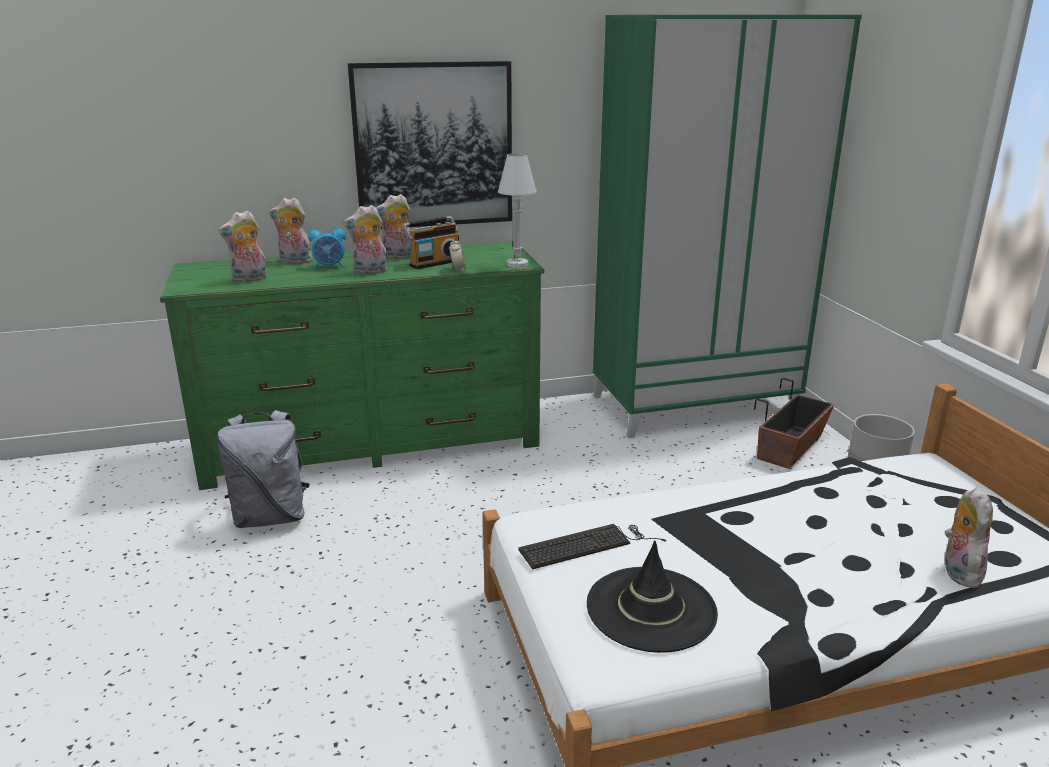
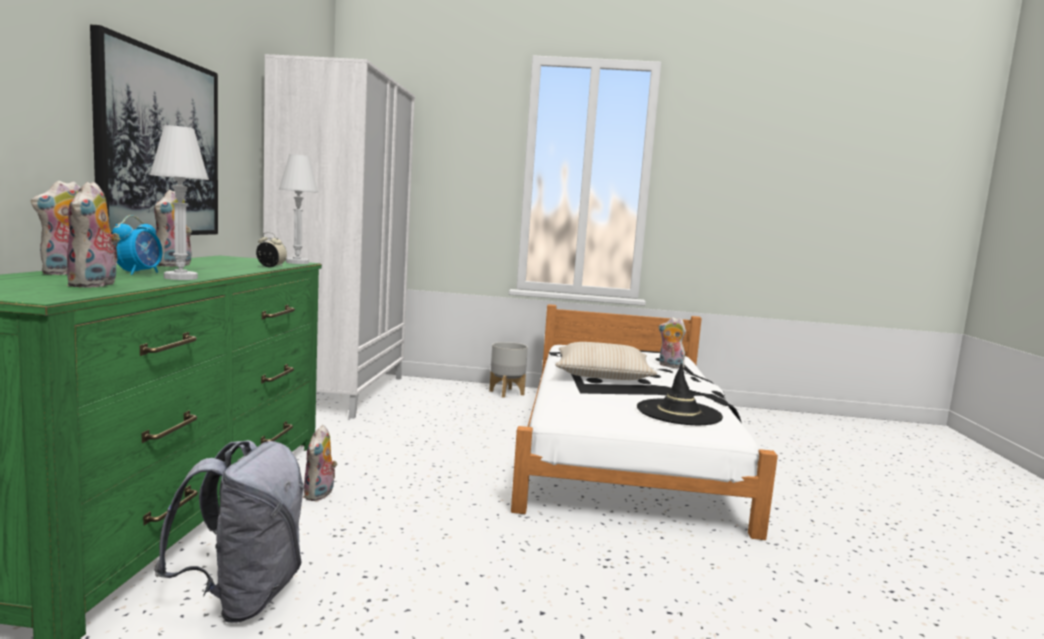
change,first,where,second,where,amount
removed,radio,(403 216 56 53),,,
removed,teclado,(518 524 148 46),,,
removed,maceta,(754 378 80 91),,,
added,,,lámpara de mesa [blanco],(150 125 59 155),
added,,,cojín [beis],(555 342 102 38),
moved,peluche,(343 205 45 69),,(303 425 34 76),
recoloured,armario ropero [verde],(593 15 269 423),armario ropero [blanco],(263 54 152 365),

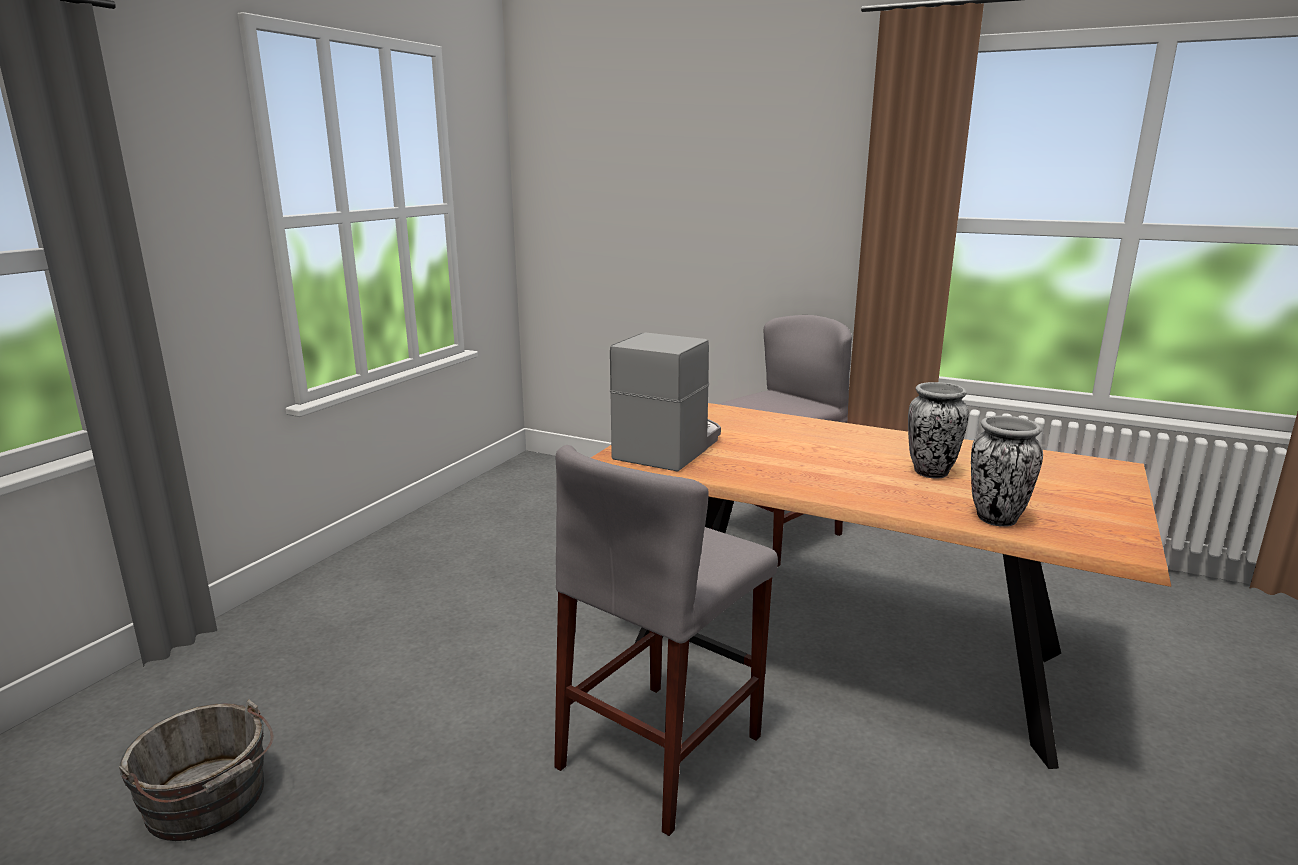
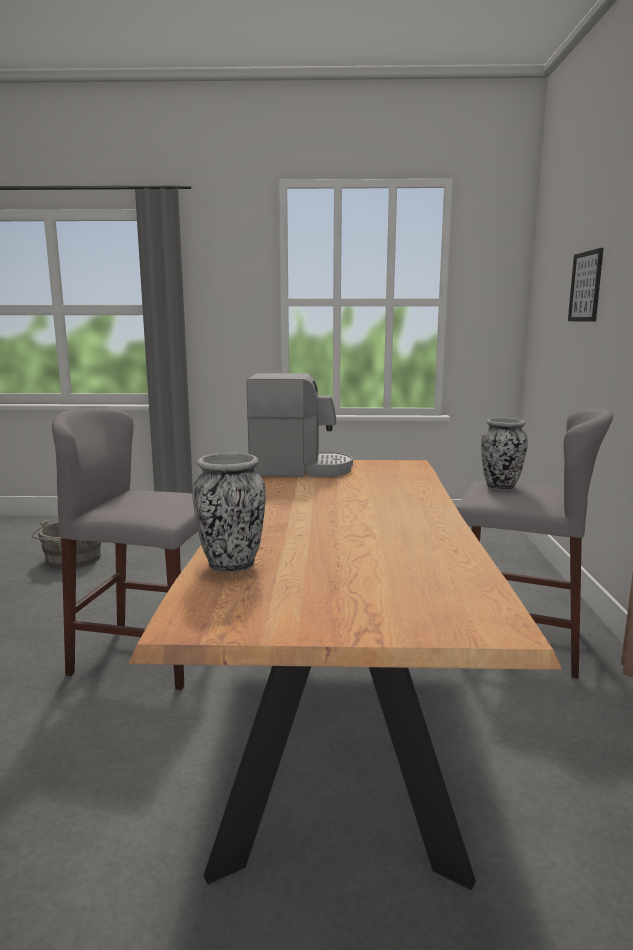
change,first,where,second,where,amount
added,,,cuadro,(568 248 36 74),
moved,florero,(908 382 61 97),,(481 418 47 72),

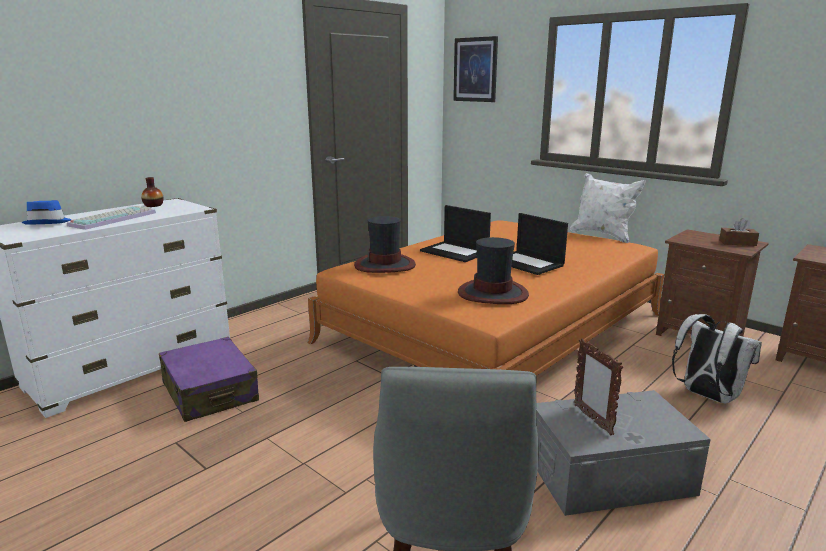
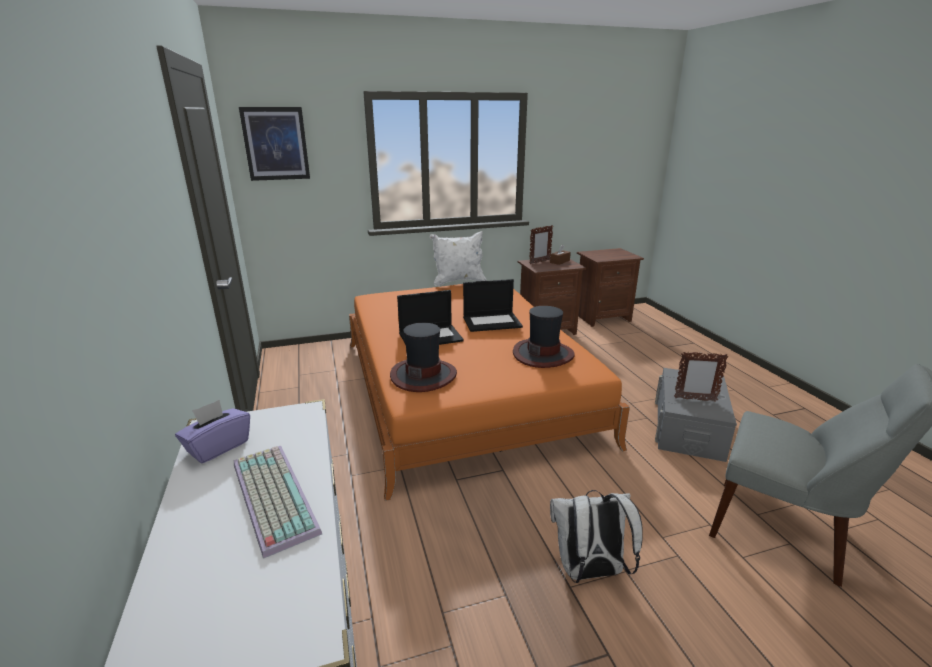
change,first,where,second,where,amount
removed,sombrero [azul],(22 200 49 25),,,
removed,maleta [morado],(159 337 100 85),,,
added,,,portarretratos,(529 225 24 39),
moved,mochila [blanco],(672 314 90 90),,(550 490 93 93),
replaced,florero,(141 177 22 30),caja de pañuelos [morado],(175 400 75 63),

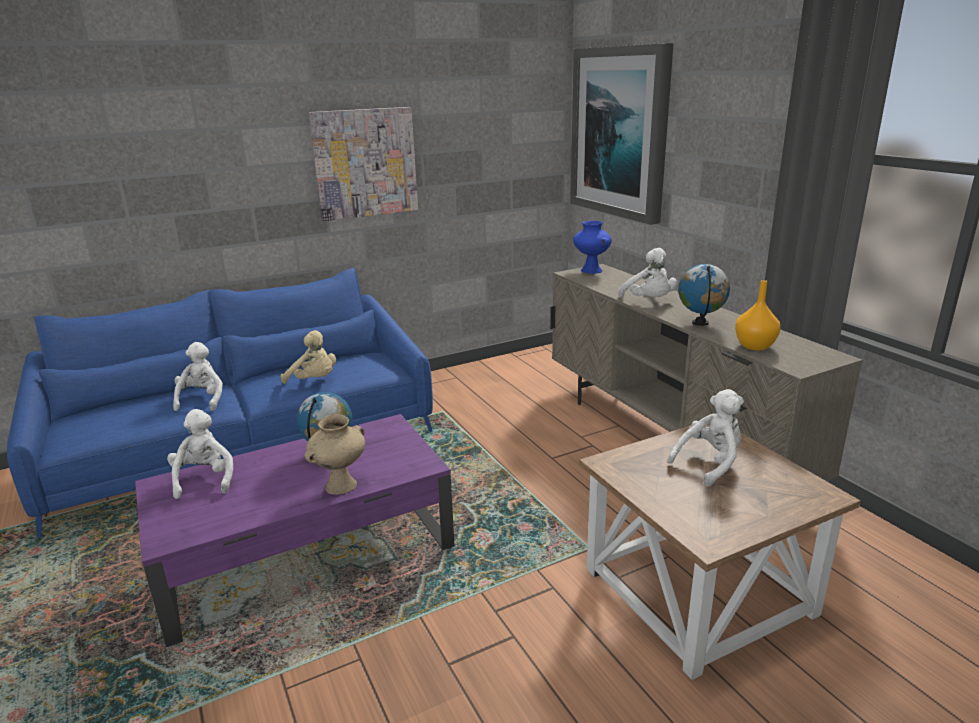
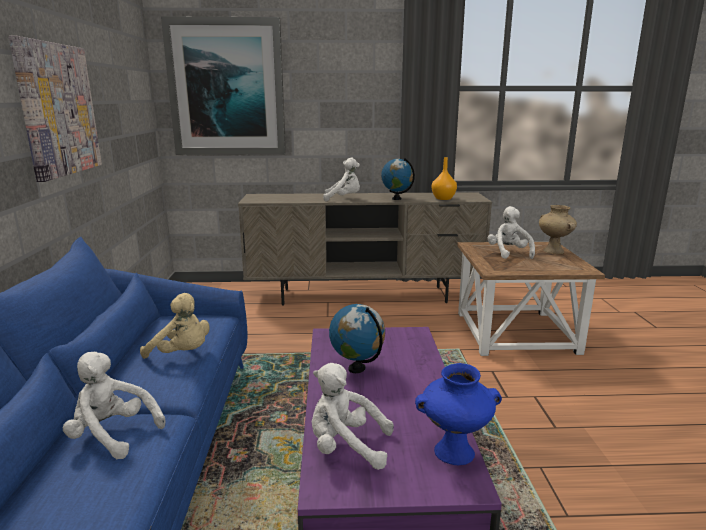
change,first,where,second,where,amount
moved,florero [beis],(304 414 61 81),,(539 205 38 49),
moved,florero [azul],(573 221 39 53),,(415 363 87 102),
turned,peluche [beis],(281 330 55 54),,(140 293 70 66),60 degrees clockwise

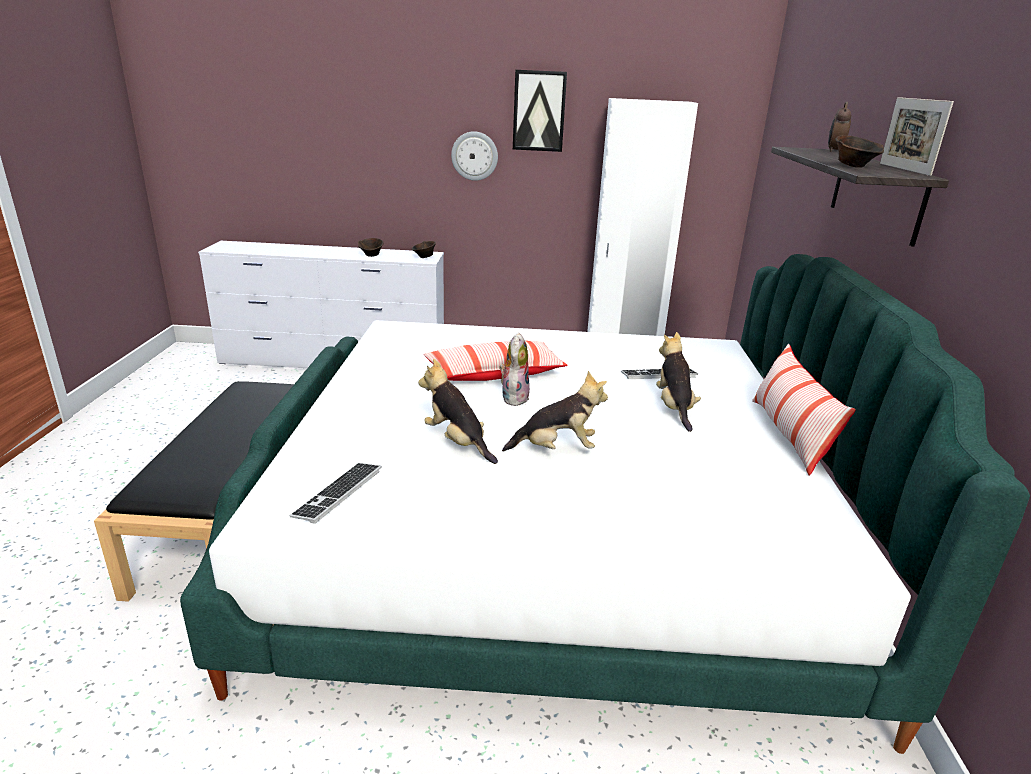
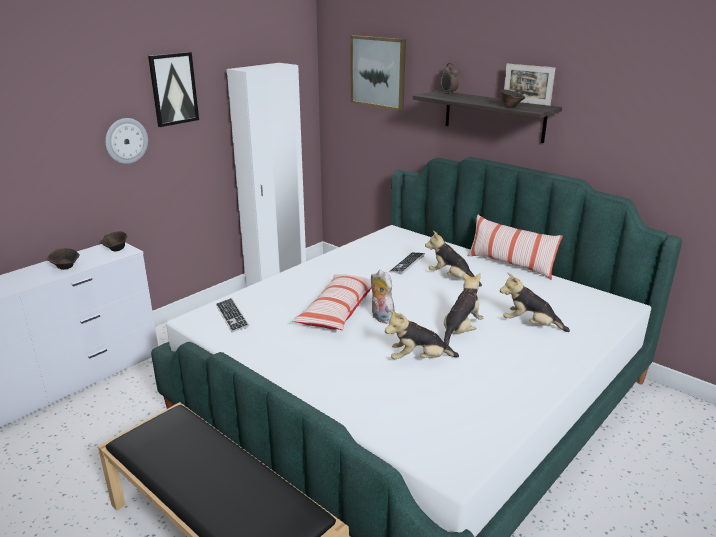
change,first,where,second,where,amount
added,,,cuadro,(350 35 56 76),
added,,,peluche,(500 273 70 59),
moved,teclado,(289 463 93 61),,(216 298 33 35),

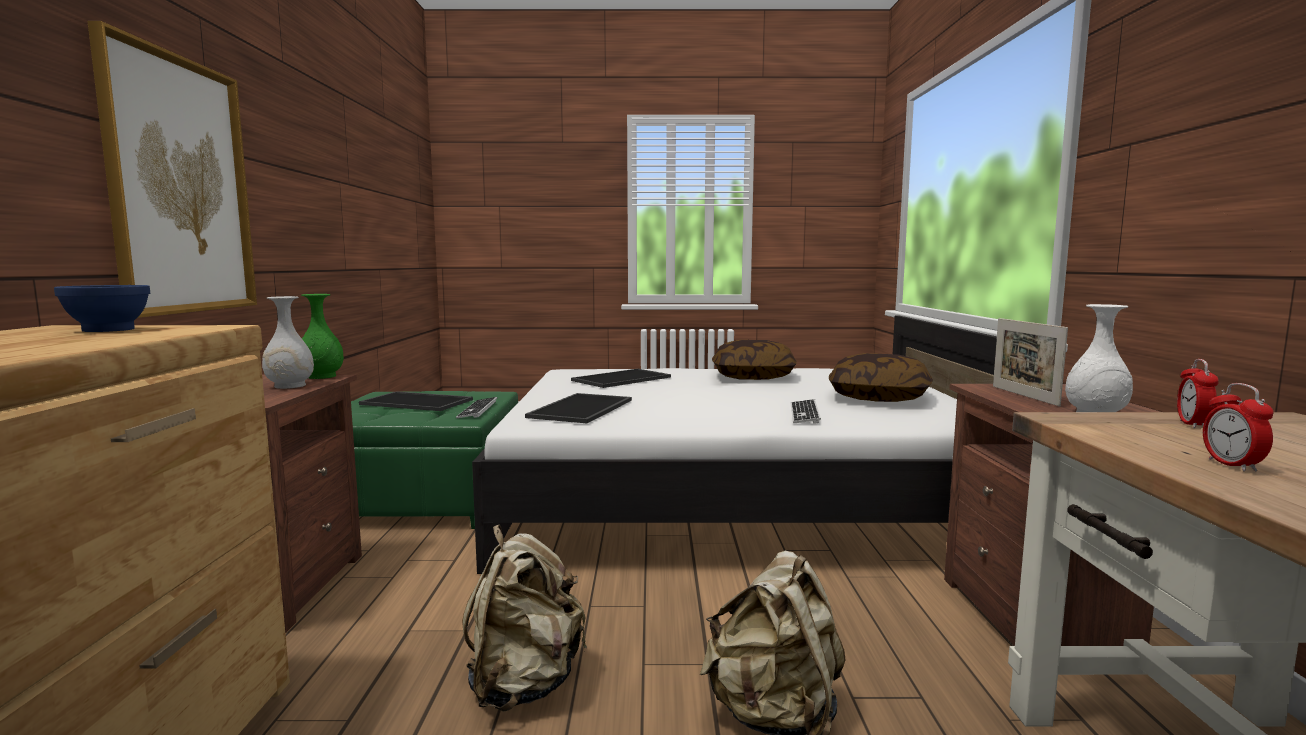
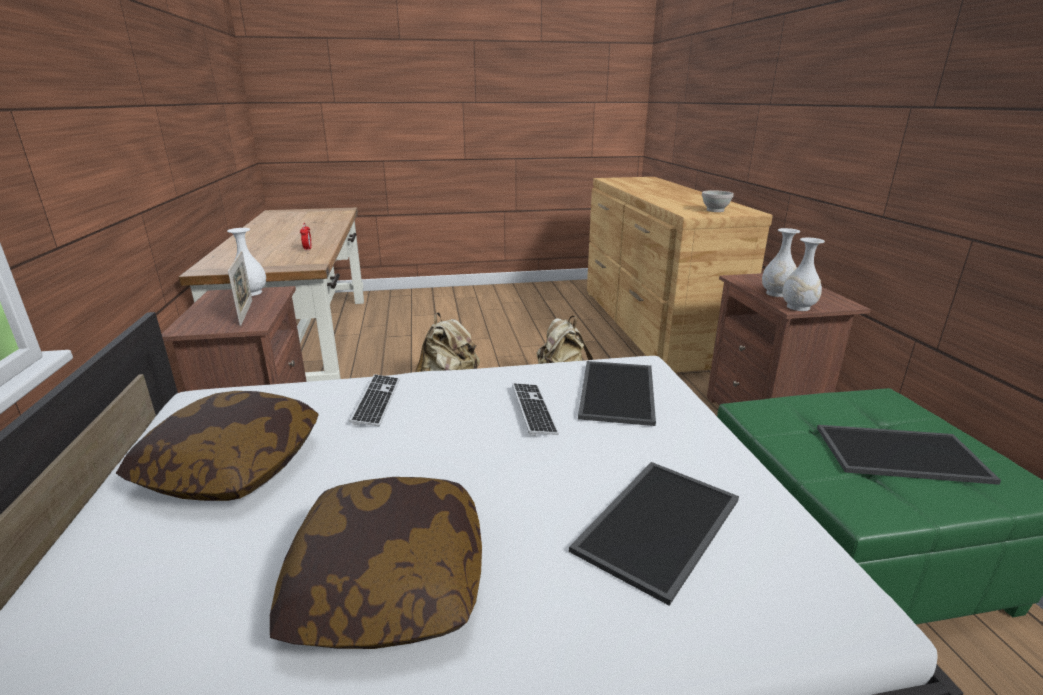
change,first,where,second,where,amount
removed,cuadro,(87 21 170 297),,,
removed,despertador,(1177 359 42 69),,,
moved,teclado,(456 397 41 21),,(512 383 47 53),
recoloured,cuenco [azul],(54 285 96 47),cuenco [blanco],(702 190 32 22),
recoloured,florero [verde],(301 294 43 85),florero [blanco],(782 237 43 74),

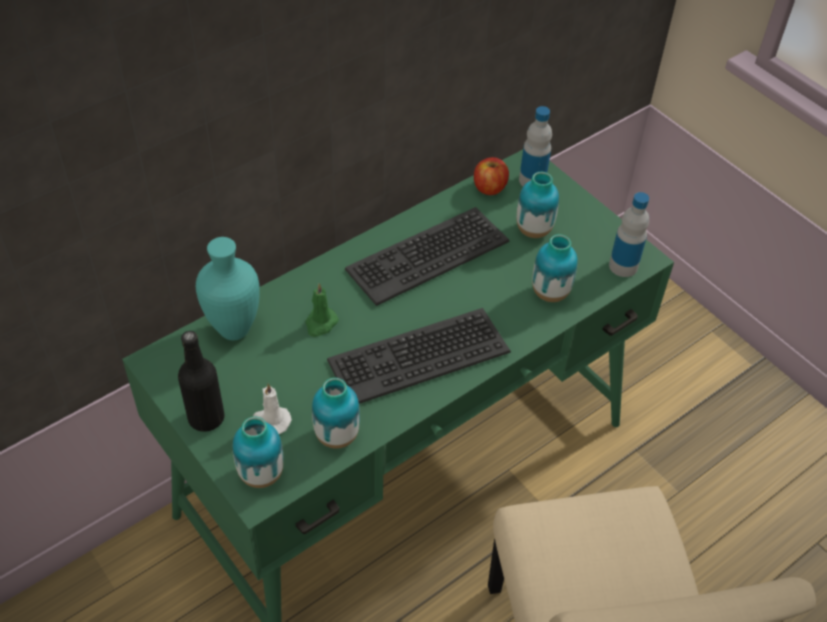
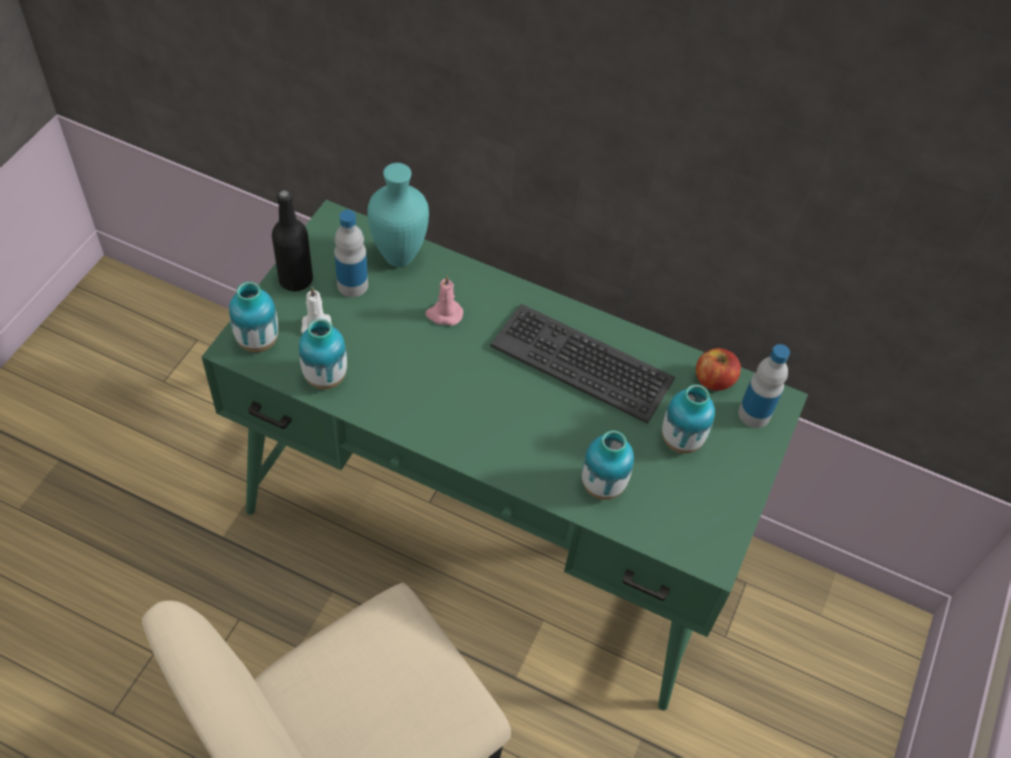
change,first,where,second,where,amount
removed,teclado,(327 308 184 96),,,
moved,botella,(609 192 40 85),,(334 210 34 87),
recoloured,vela [verde],(305 283 33 54),vela [rosa],(425 275 38 51),

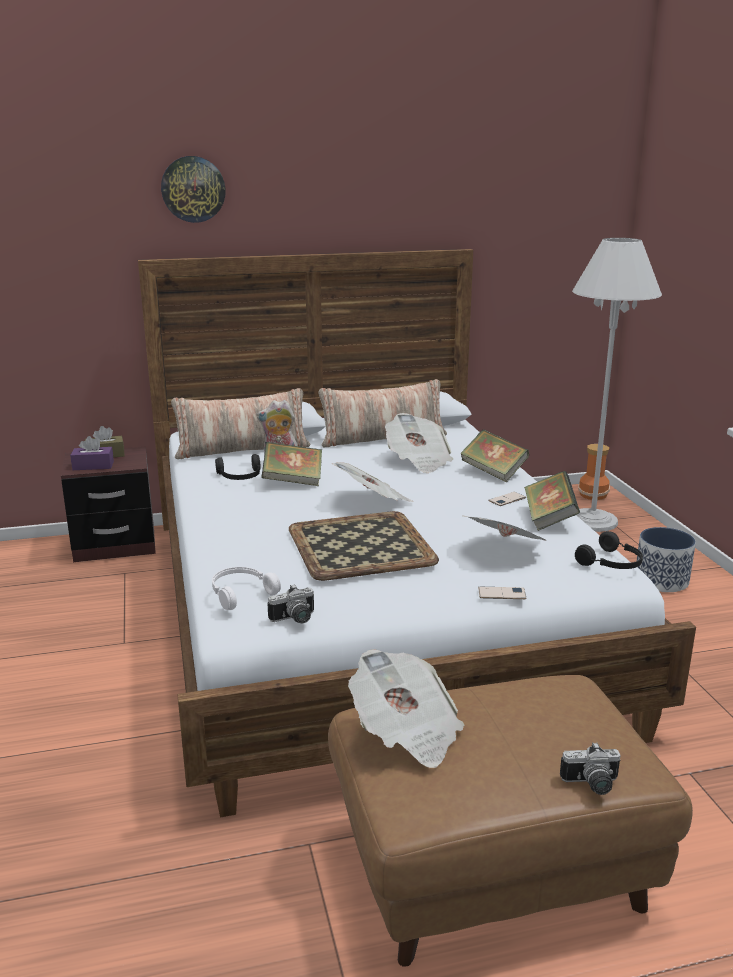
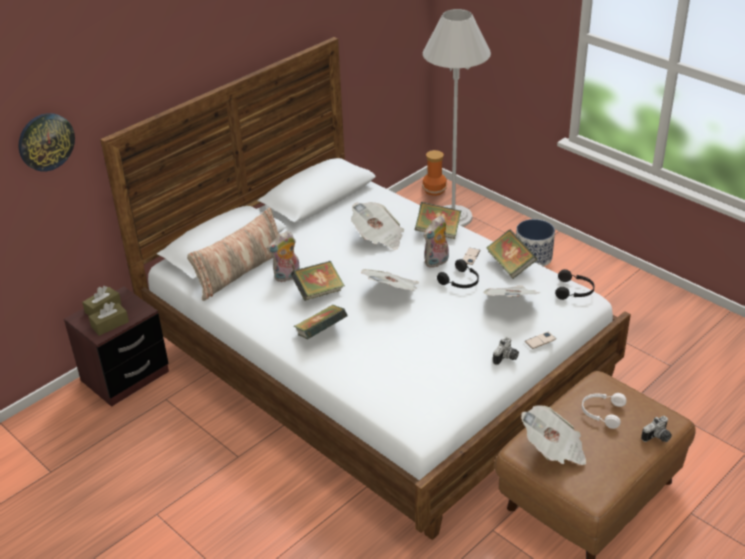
change,first,where,second,where,amount
removed,bandeja,(289 511 150 70),,,
removed,cojín,(319 379 128 68),,,
added,,,libro,(294 305 54 34),
added,,,peluche,(424 216 25 52),
moved,reloj de pared,(161 156 65 67),,(18 113 57 58),
moved,auriculares [blanco],(212 567 69 43),,(582 393 45 36),
moved,auriculares [negro],(215 454 45 26),,(437 259 42 29),
moved,cámara,(267 584 47 39),,(493 337 26 28),
recoloured,caja de pañuelos [morado],(70 436 44 34),caja de pañuelos [marrón],(88 302 41 34),

